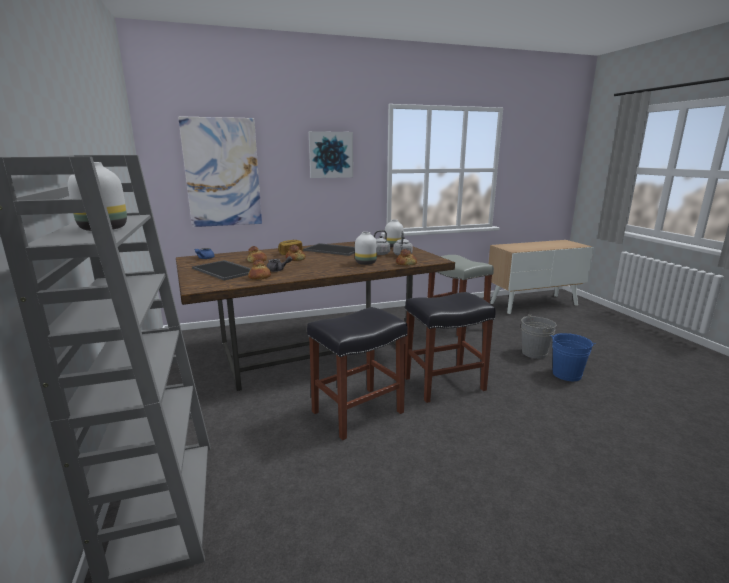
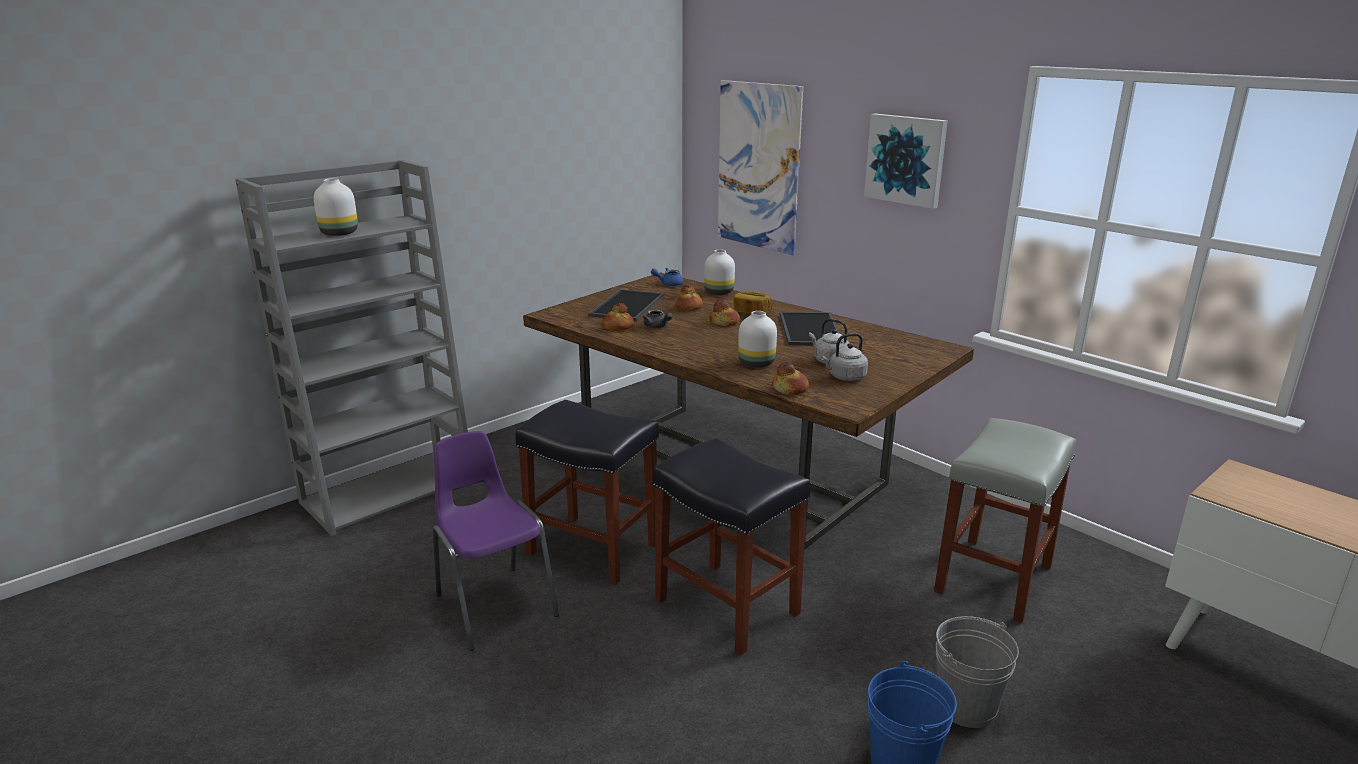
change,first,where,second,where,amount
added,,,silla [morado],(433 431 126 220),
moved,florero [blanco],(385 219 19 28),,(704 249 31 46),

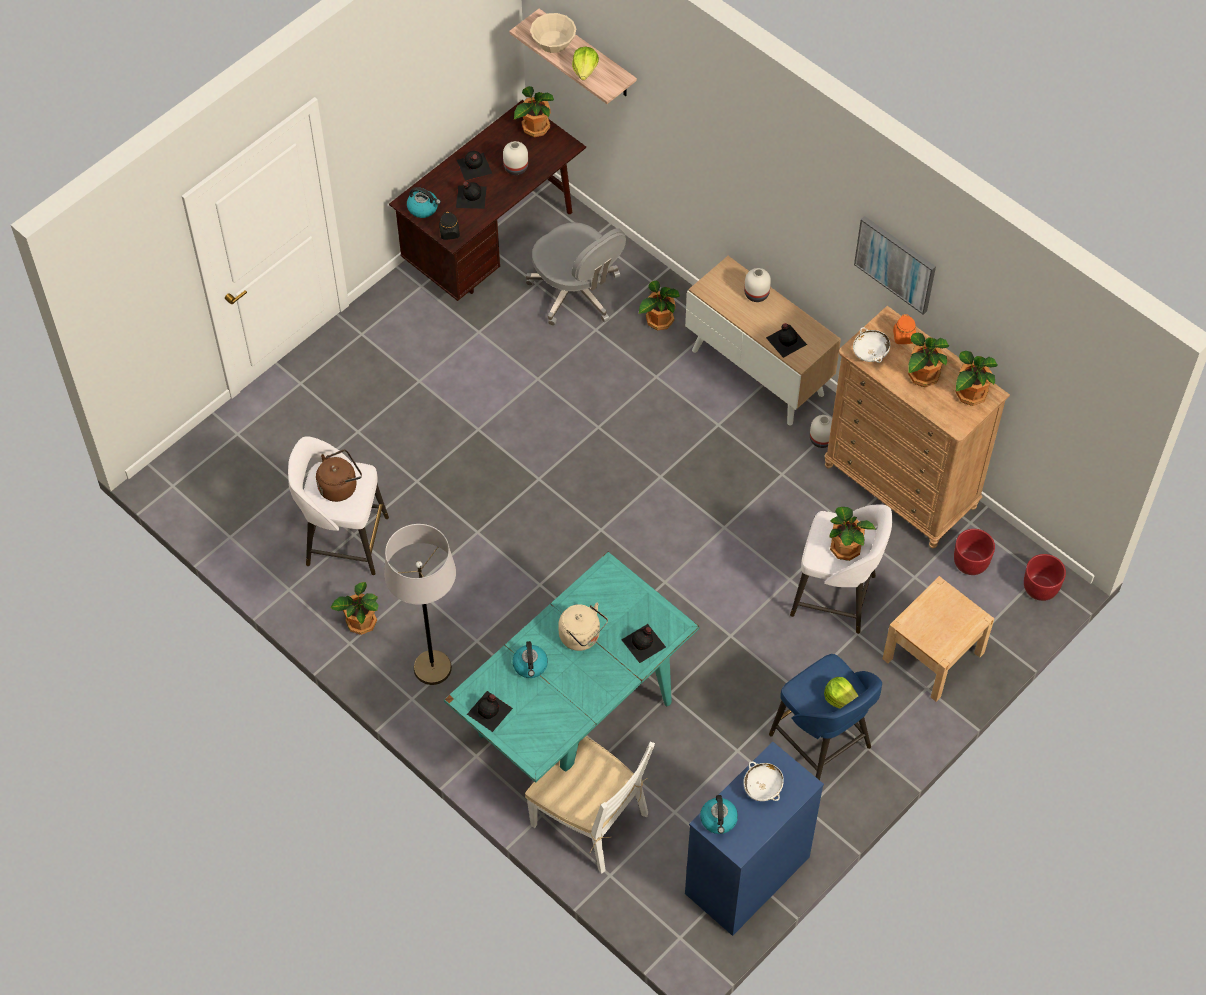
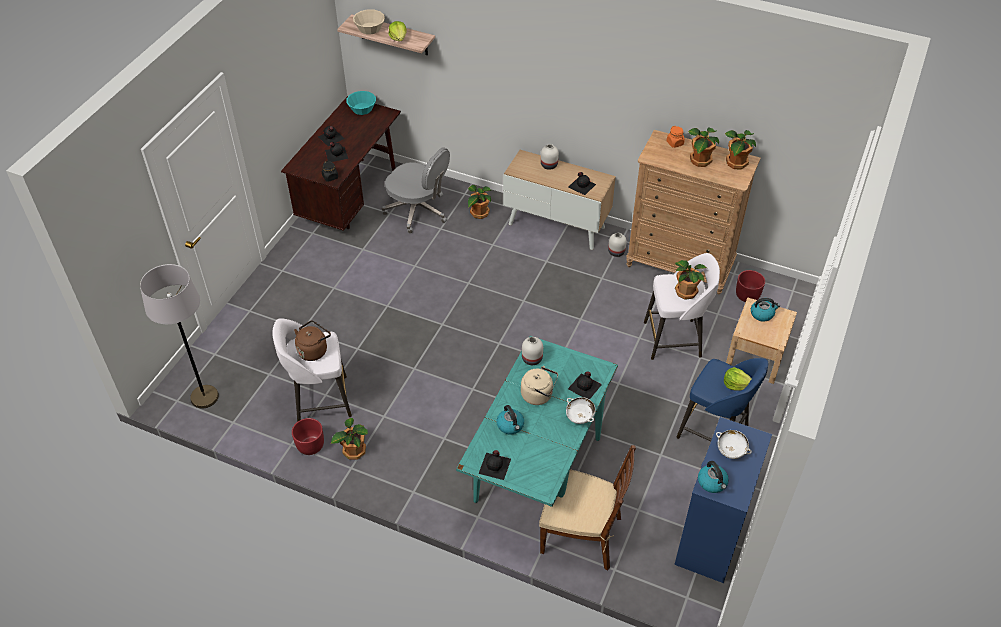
change,first,where,second,where,amount
removed,cuadro,(854 216 82 99),,,
moved,lámpara de pie [gris],(384 524 72 161),,(140 264 79 144),
moved,hervidor,(407 187 34 31),,(751 298 29 24),
moved,florero [blanco],(503 141 25 34),,(522 337 21 28),
moved,cuenco [blanco],(853 327 37 36),,(566 397 30 27),
moved,maceta [rojo],(1024 554 42 47),,(292 418 32 37),
replaced,planta en maceta,(514 86 40 51),cuenco [turquesa],(346 91 30 24),
recoloured,silla [blanco],(525 736 130 138),silla [marrón],(539 445 97 126),

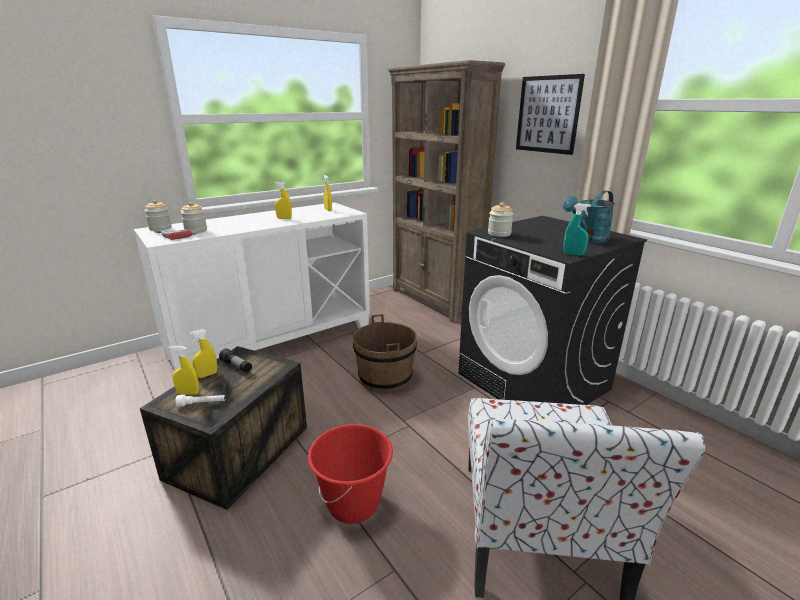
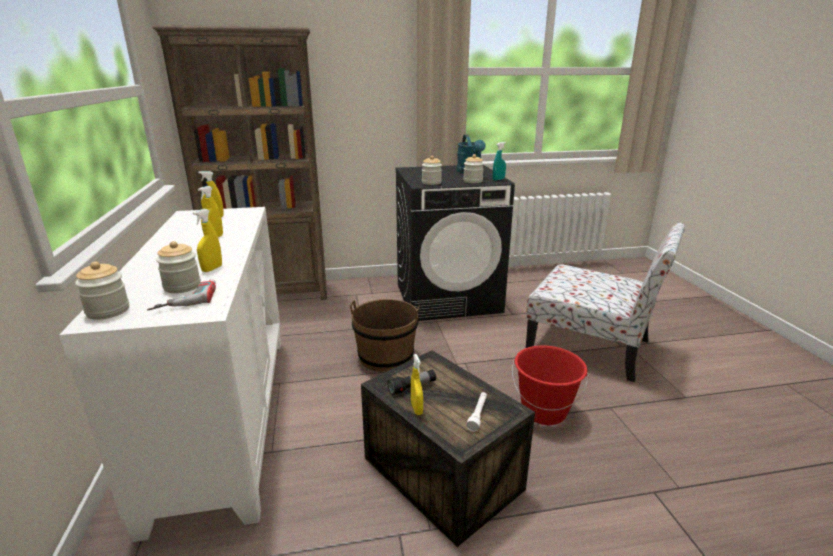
change,first,where,second,where,amount
removed,cuadro,(516 74 69 81),,,
added,,,tarro,(463 154 21 29),
moved,pulverizador [amarillo],(169 346 30 49),,(193 209 29 63),

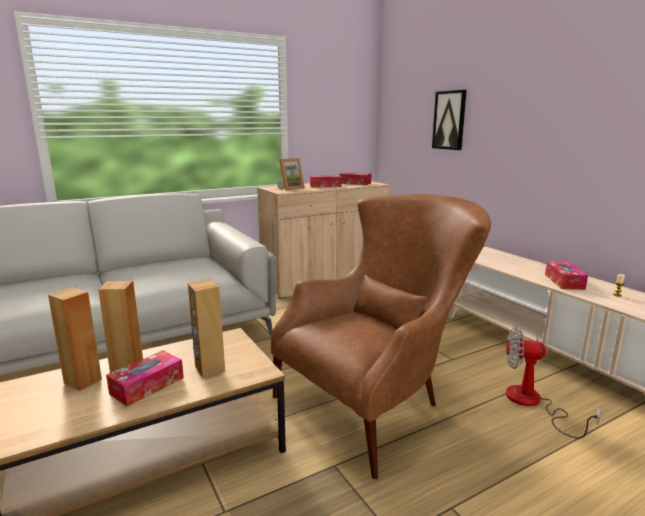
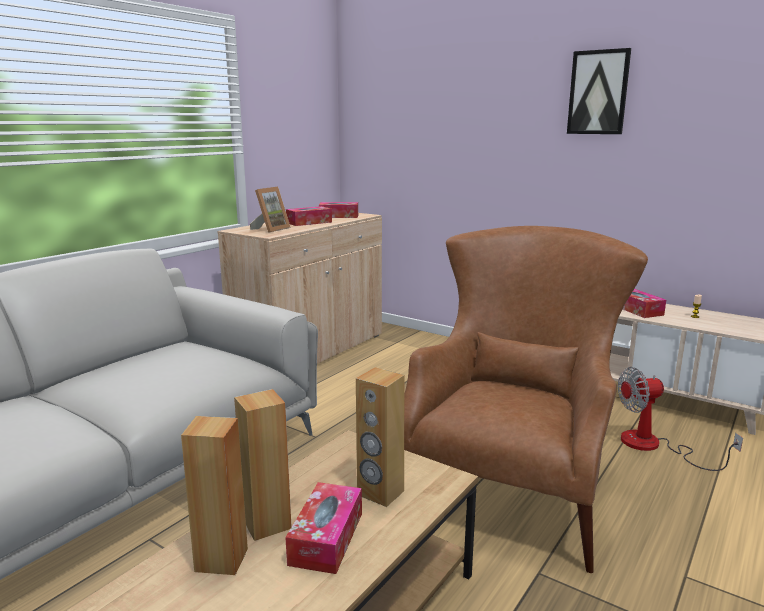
change,first,where,second,where,amount
moved,cuadro,(432 90 35 60),,(567 48 64 86),

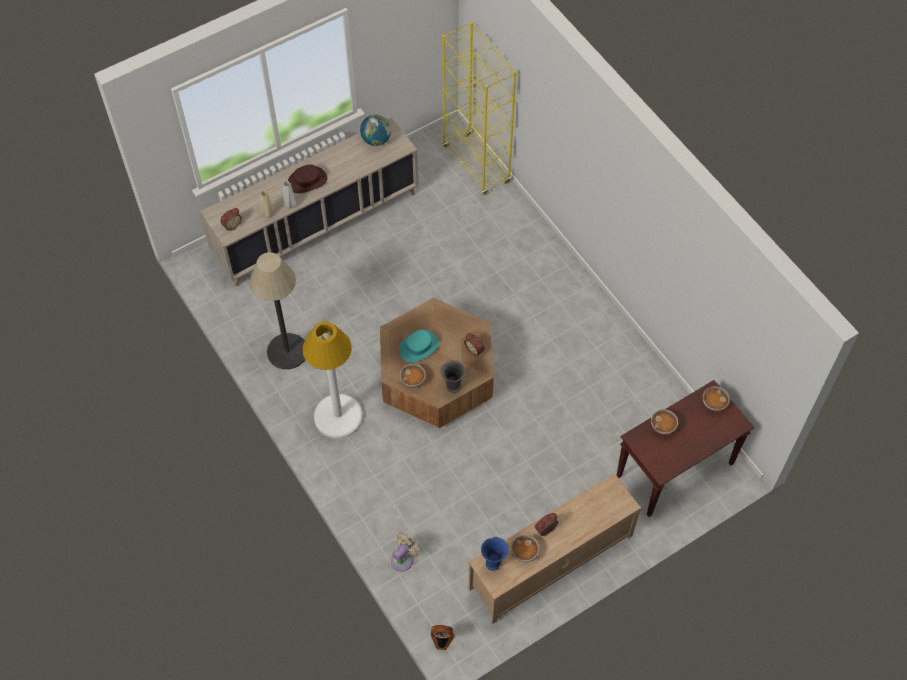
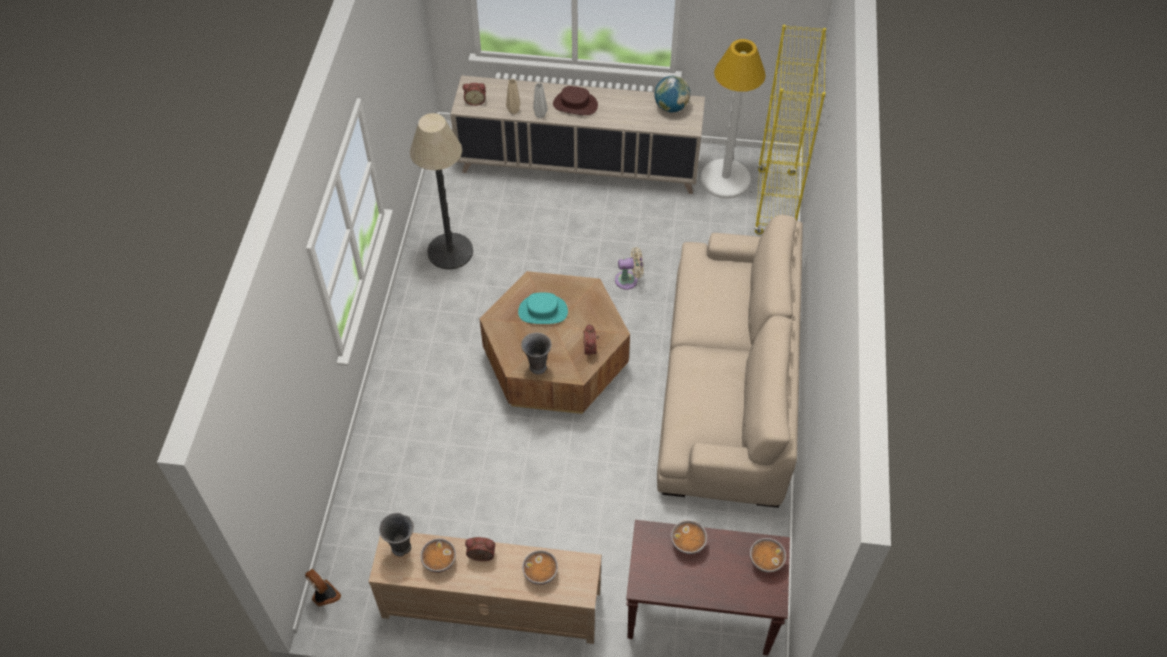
change,first,where,second,where,amount
added,,,sofá [beis],(657 215 146 293),
moved,lámpara de pie [blanco],(303 321 60 118),,(700 39 66 160),
moved,ventilador [beis],(391 532 29 40),,(615 247 29 43),
moved,cuenco,(400 364 26 24),,(522 550 36 35),
recoloured,florero [azul],(481 537 28 34),florero [gris],(379 513 35 44),

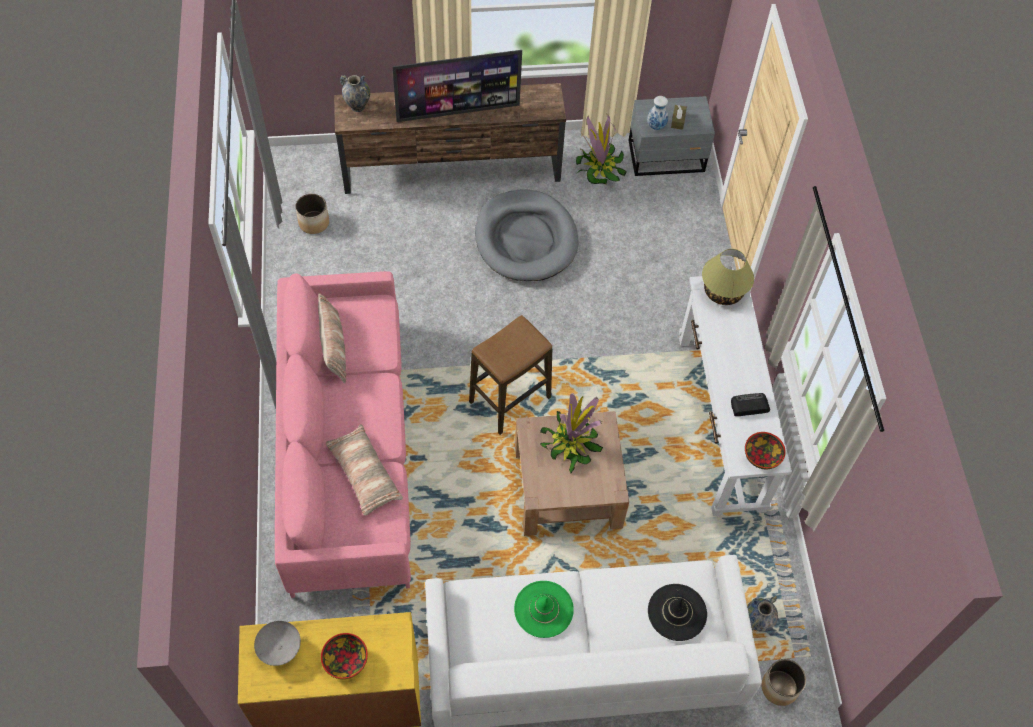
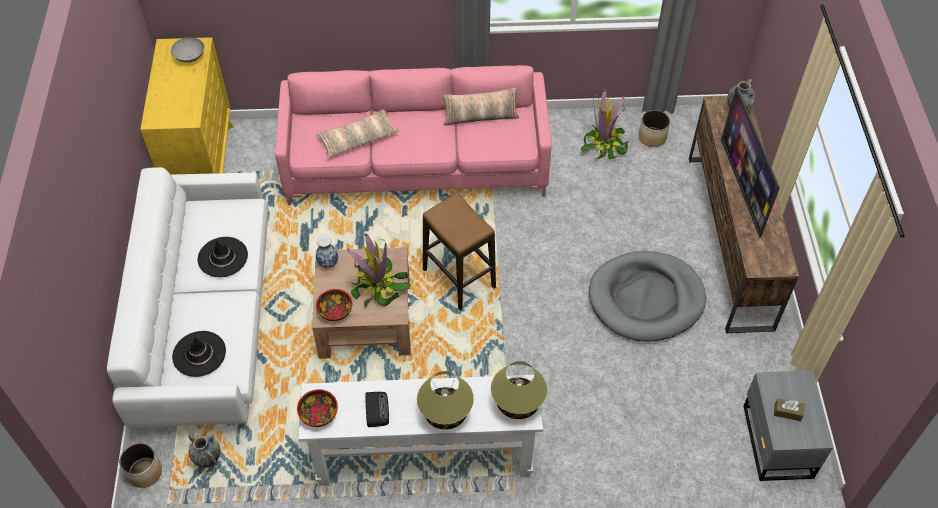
change,first,where,second,where,amount
added,,,lámpara de mesa,(417 371 57 58),
moved,cuenco,(321 633 47 46),,(316 289 36 32),
moved,planta en maceta,(576 114 51 70),,(581 88 47 72),
moved,florero,(647 96 22 34),,(316 235 22 33),
recoloured,sombrero [verde],(514 581 60 57),sombrero [negro],(198 237 50 40),

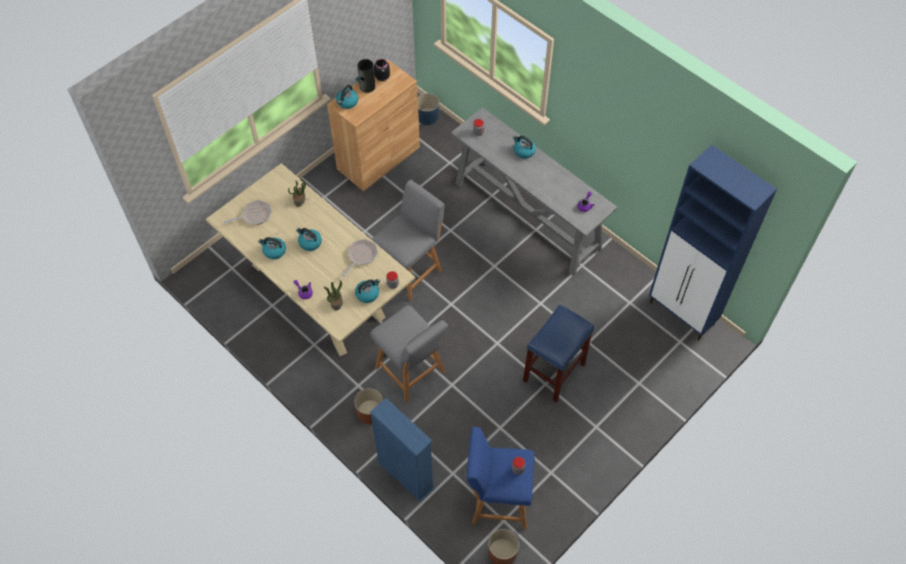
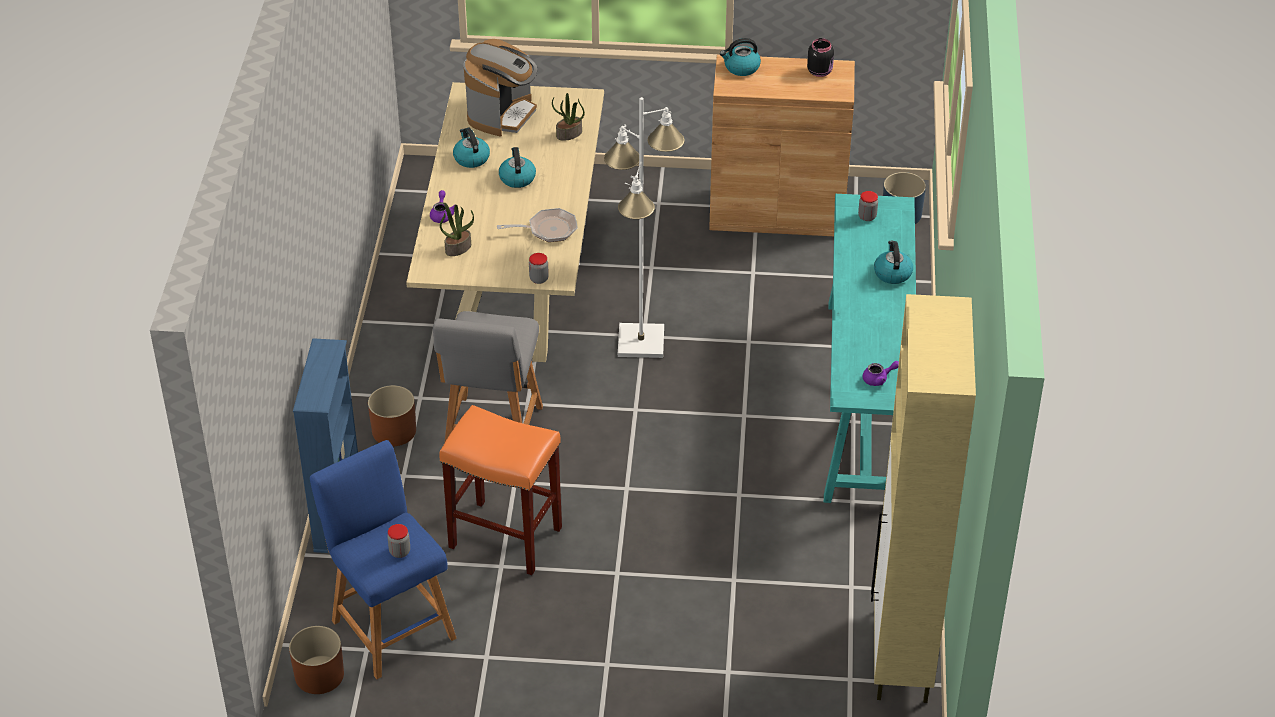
change,first,where,second,where,amount
removed,hervidor,(355 279 25 24),,,
removed,florero,(356 59 19 34),,,
removed,taburete [azul],(523 305 71 98),,,
added,,,taburete [naranja],(439 405 123 170),
replaced,sartén,(224 200 48 25),cafetera,(464 39 73 98),
replaced,silla [gris],(371 180 74 121),lámpara de pie [blanco],(604 97 81 261),
recoloured,mesa consola [gris],(451 107 166 169),mesa consola [turquesa],(824 194 92 309),
recoloured,armario [azul],(649 145 128 195),armario [beis],(871 294 105 409),

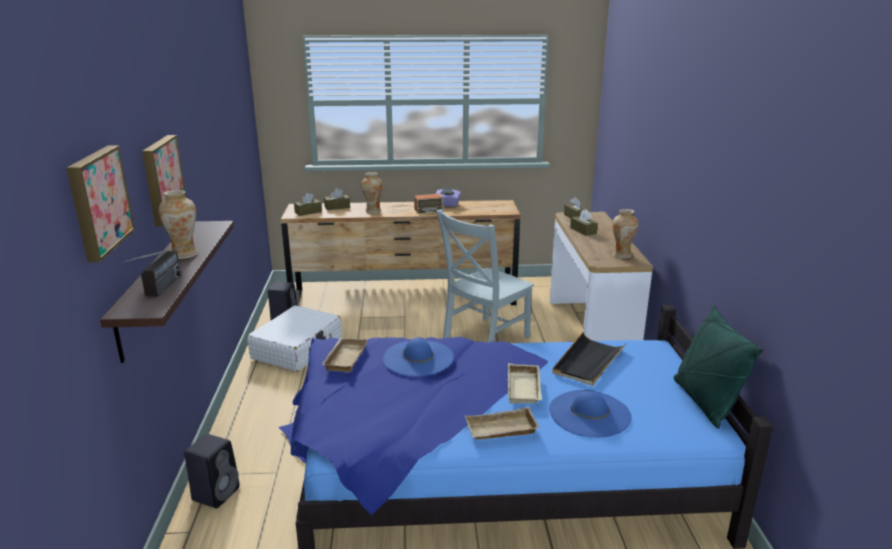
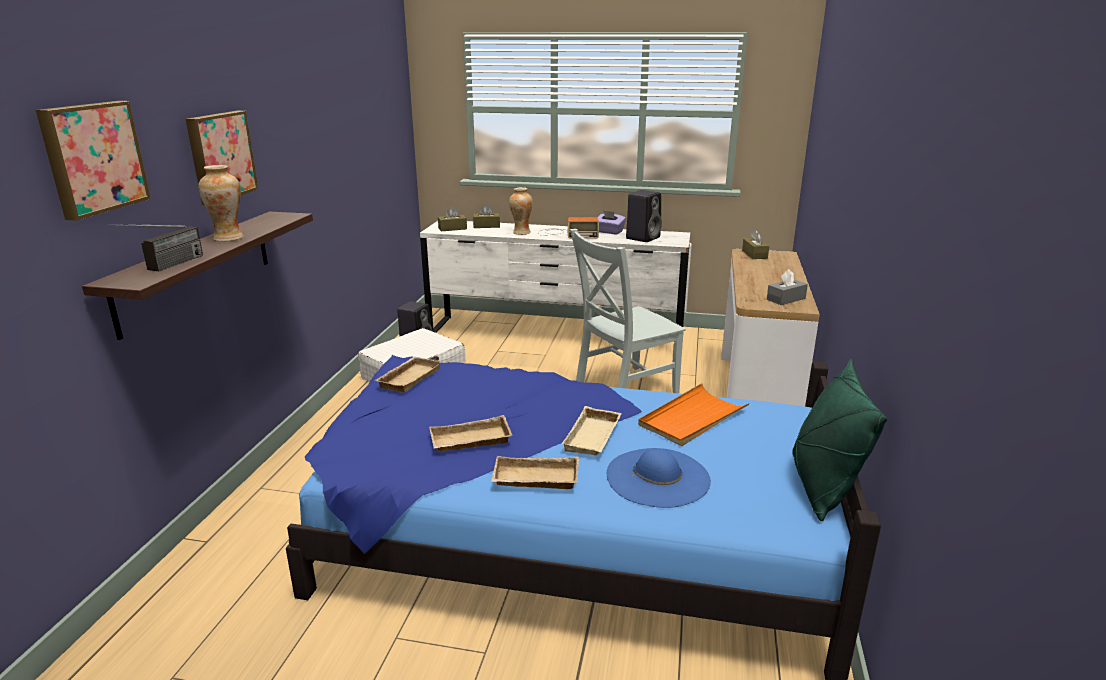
change,first,where,second,where,amount
removed,sombrero [azul],(383 338 71 38),,,
removed,caja de pañuelos [marrón],(570 210 28 26),,,
added,,,bandeja [beis],(429 415 83 36),
moved,altavoz [negro],(184 434 56 74),,(626 190 36 52),
replaced,florero,(612 209 26 49),caja de pañuelos [gris],(767 269 41 36),
recoloured,cómoda [marrón],(281 200 239 105),cómoda [blanco],(420 221 270 122),
recoloured,bandeja [negro],(552 332 74 54),bandeja [naranja],(638 383 112 63),

